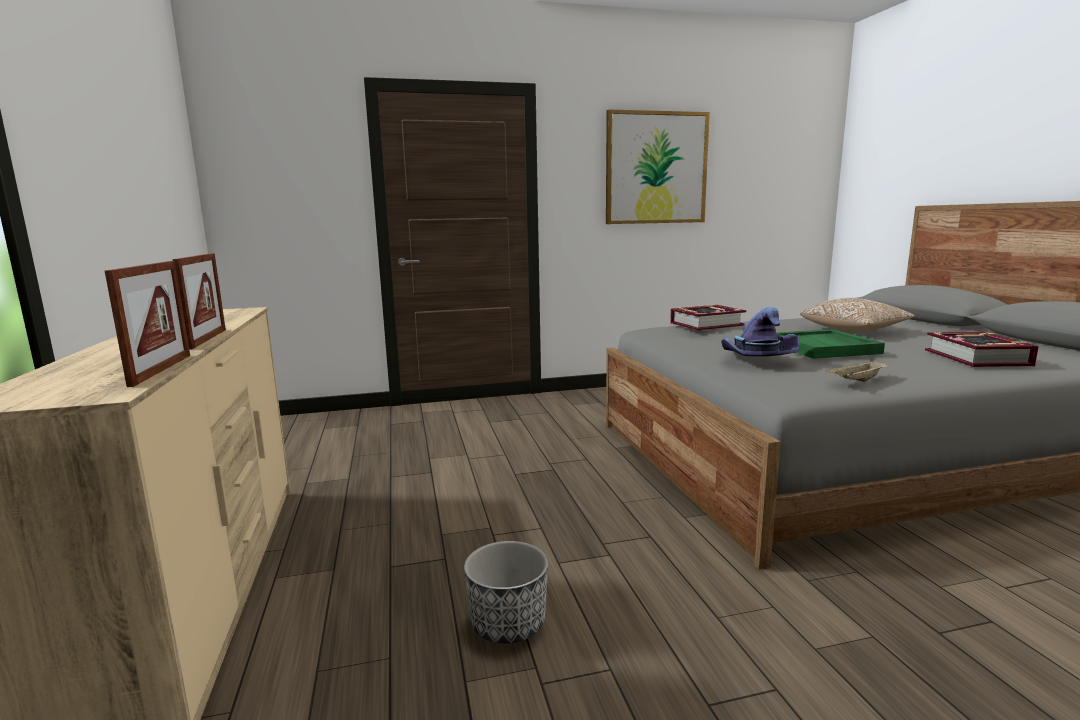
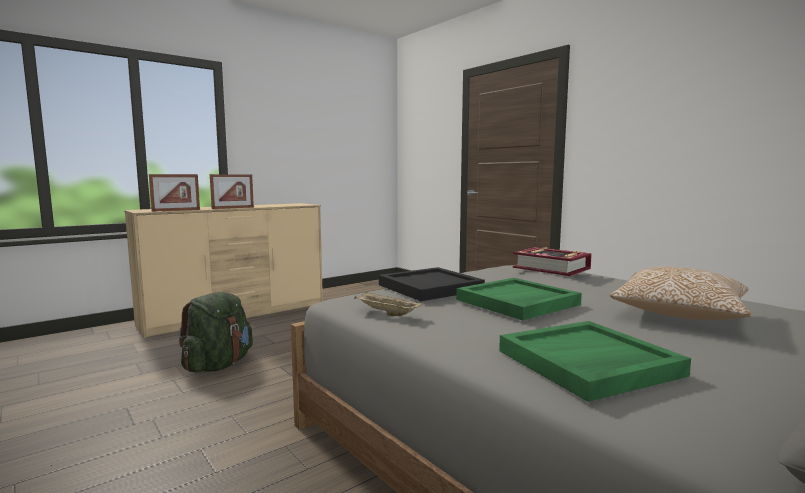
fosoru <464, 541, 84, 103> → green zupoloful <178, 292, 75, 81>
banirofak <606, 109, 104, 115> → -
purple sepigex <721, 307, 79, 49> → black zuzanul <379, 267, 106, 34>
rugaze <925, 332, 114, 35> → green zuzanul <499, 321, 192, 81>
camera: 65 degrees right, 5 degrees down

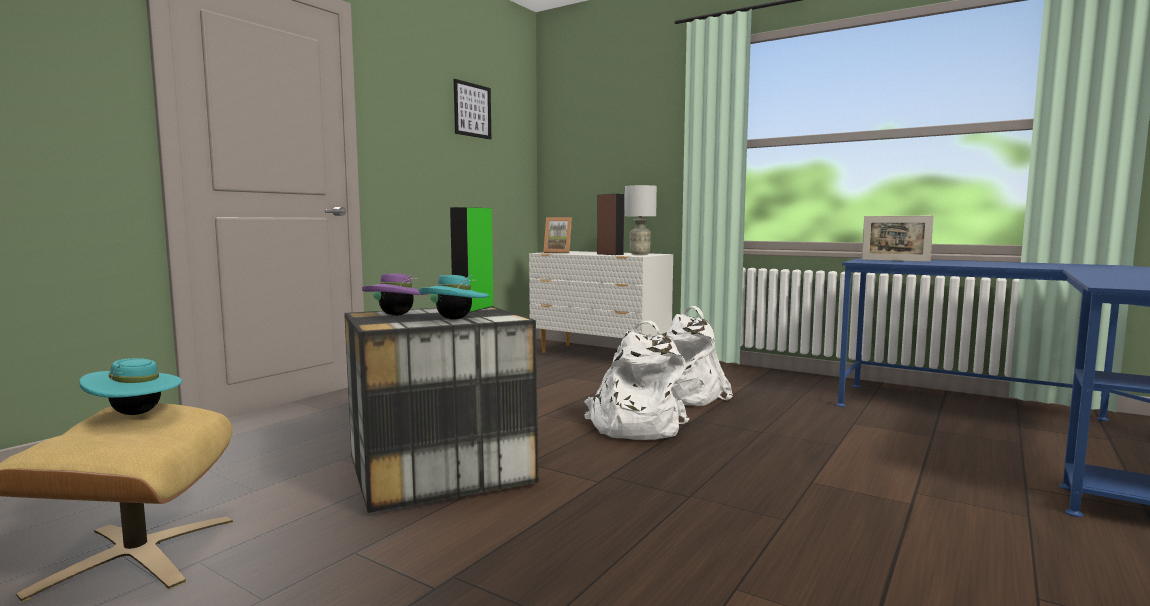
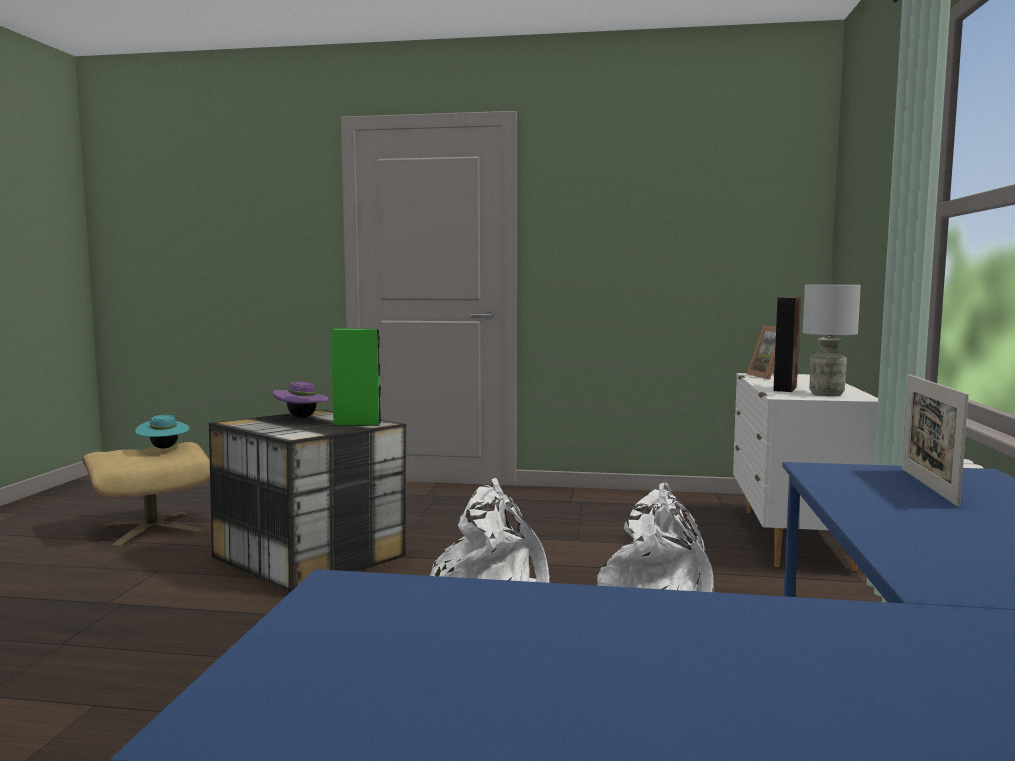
turquoise sepigex <419, 275, 70, 45> → -
banirofak <454, 79, 37, 60> → -
camera: 65 degrees right, 0 degrees up

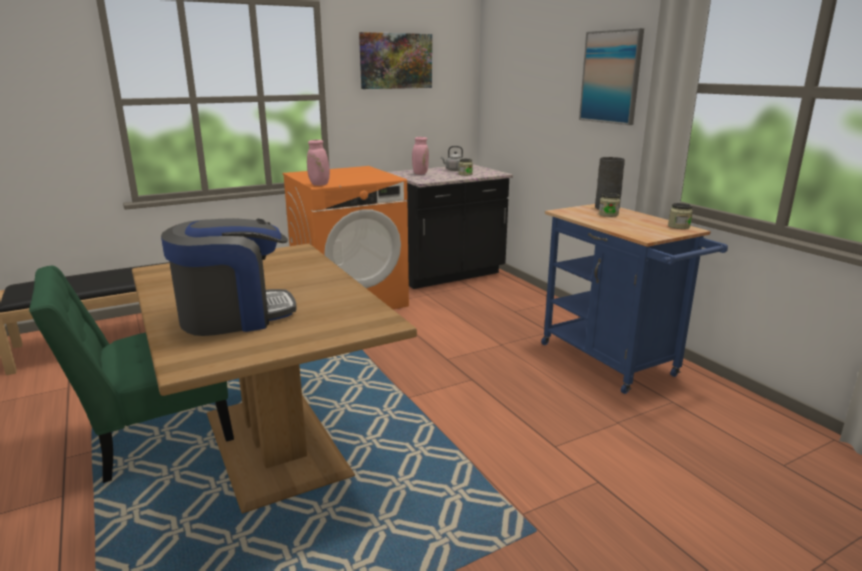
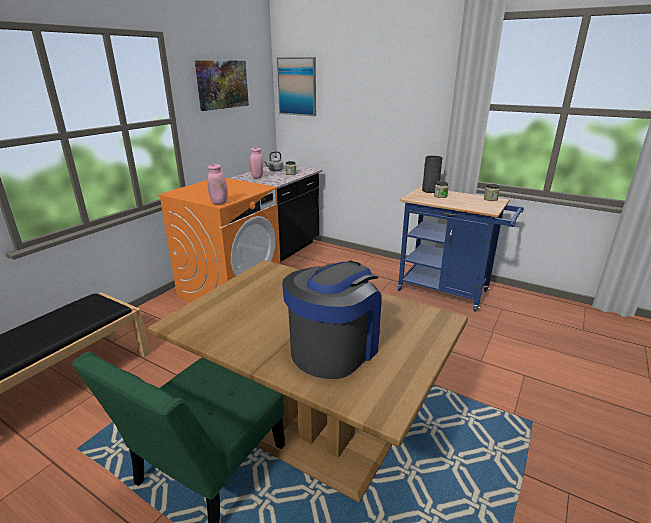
banirofak <579, 28, 65, 97> → banirofak <277, 57, 39, 59>, shifted
camera: 30 degrees left, 5 degrees up

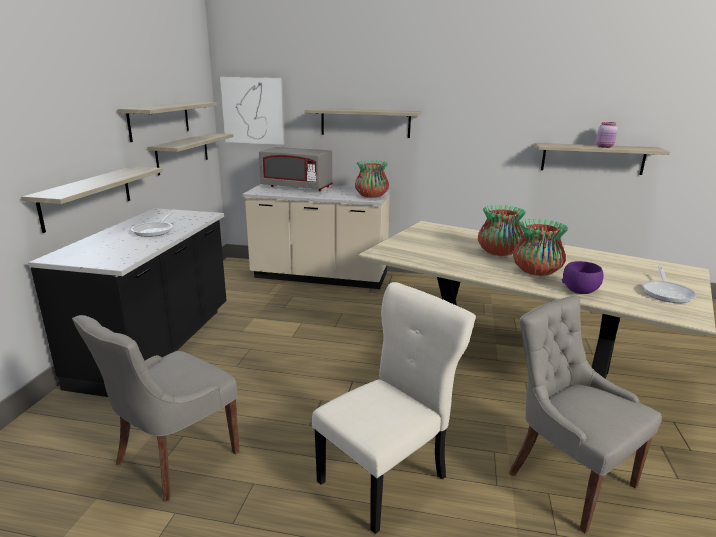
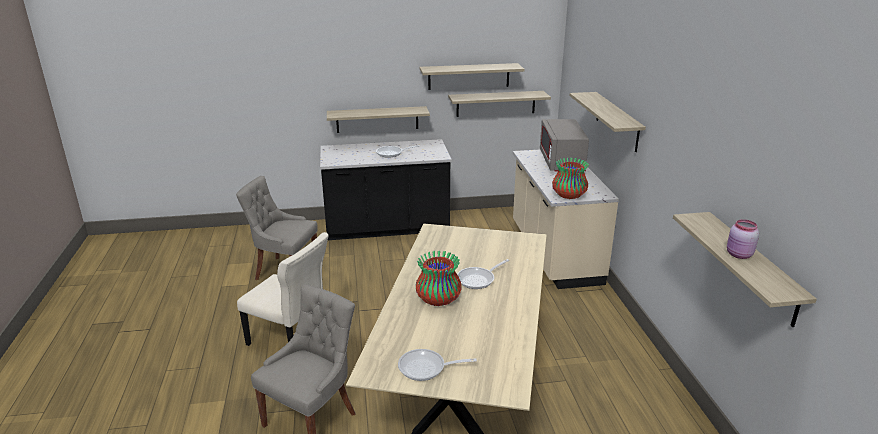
banirofak <220, 77, 65, 68> → -
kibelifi <478, 205, 47, 51> → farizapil <457, 259, 52, 30>
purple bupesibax <562, 261, 41, 33> → -
camera: 70 degrees right, 5 degrees up

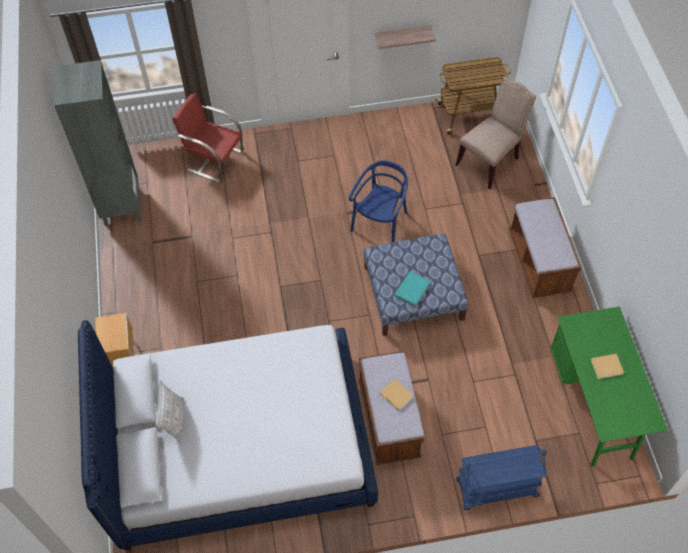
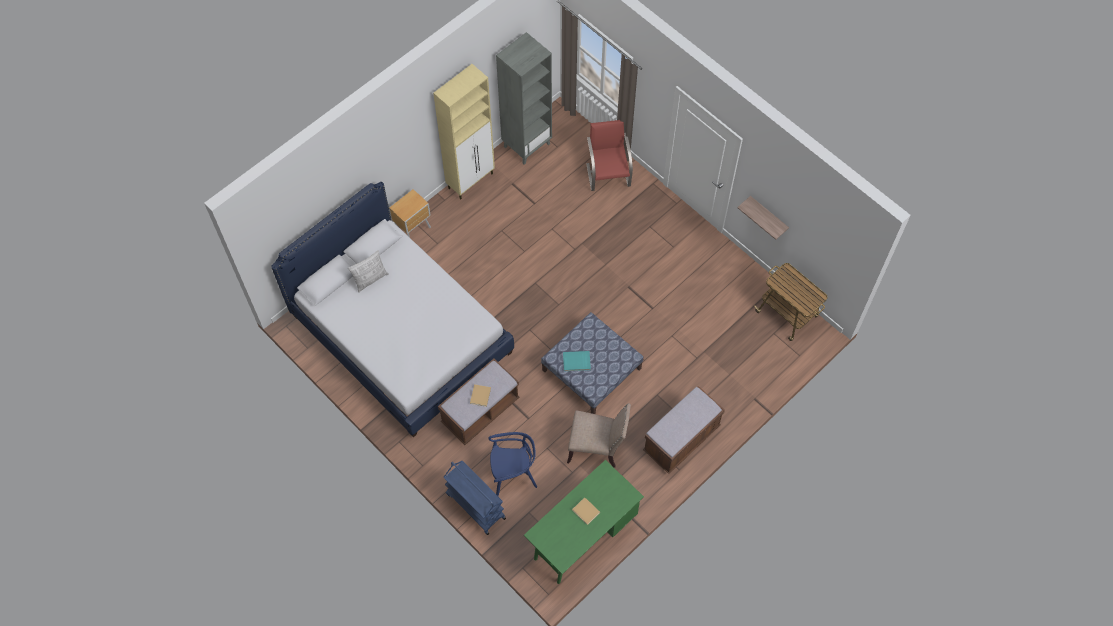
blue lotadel <349, 160, 59, 83> → blue lotadel <489, 432, 48, 64>, shifted
beige lotadel <455, 76, 81, 113> → beige lotadel <567, 403, 64, 65>, shifted
- → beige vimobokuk <433, 64, 62, 136>
camera: 55 degrees right, 5 degrees up

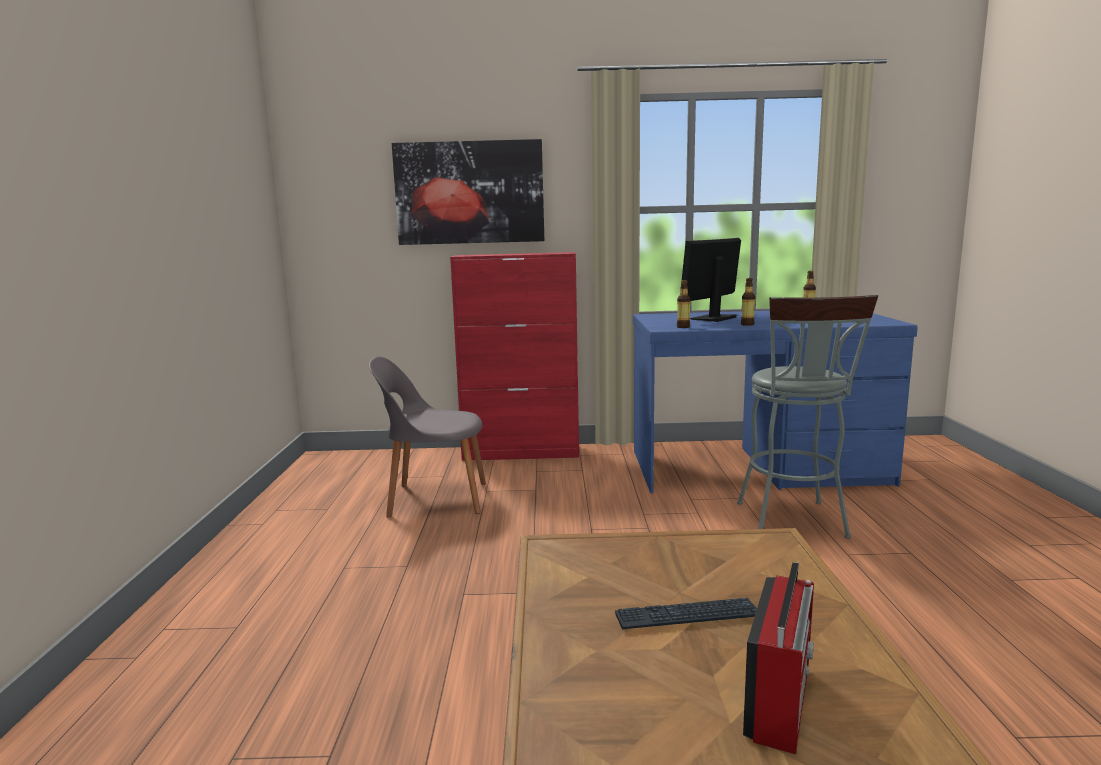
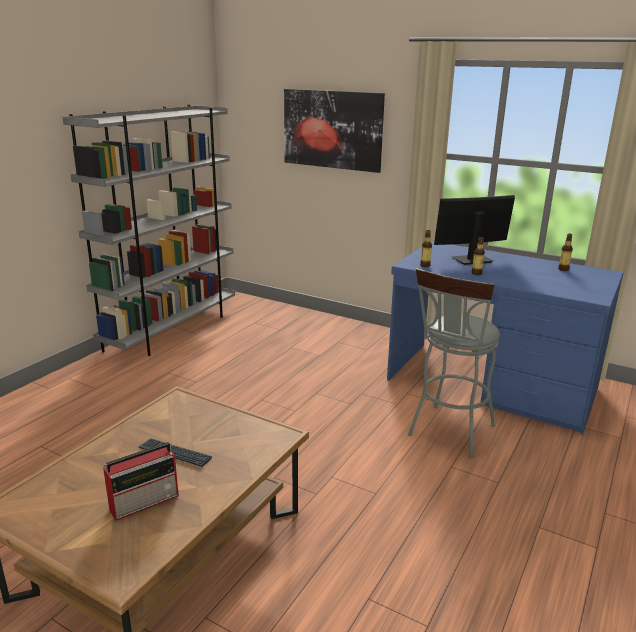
grey lotadel <369, 356, 117, 161> → -
red vimobokuk <450, 252, 129, 209> → -
- → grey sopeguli <62, 105, 173, 251>
camera: 30 degrees right, 10 degrees up

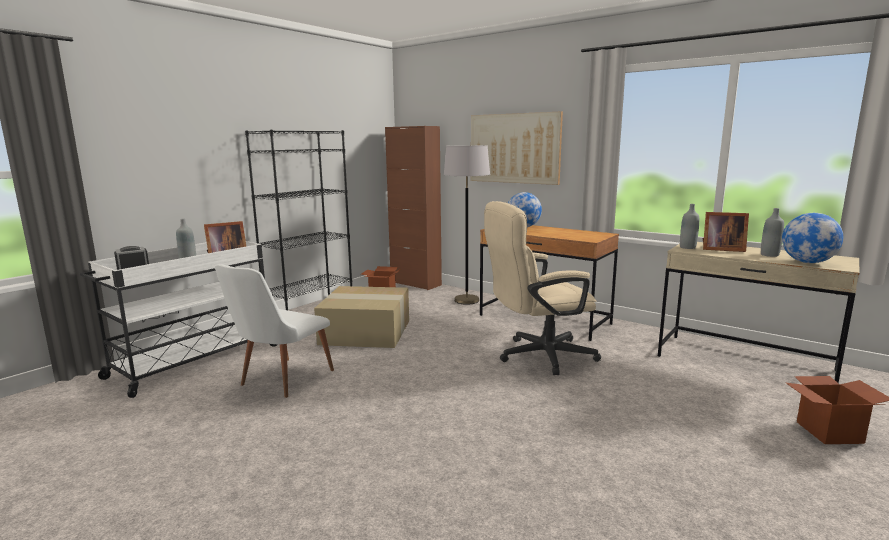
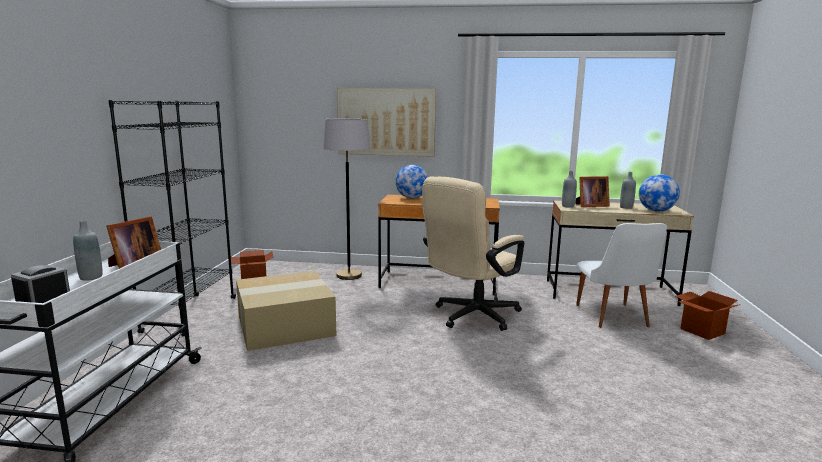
white lotadel <215, 264, 119, 134> → white lotadel <576, 223, 91, 105>, shifted
brown vimobokuk <385, 126, 57, 164> → -
camera: 30 degrees left, 0 degrees up

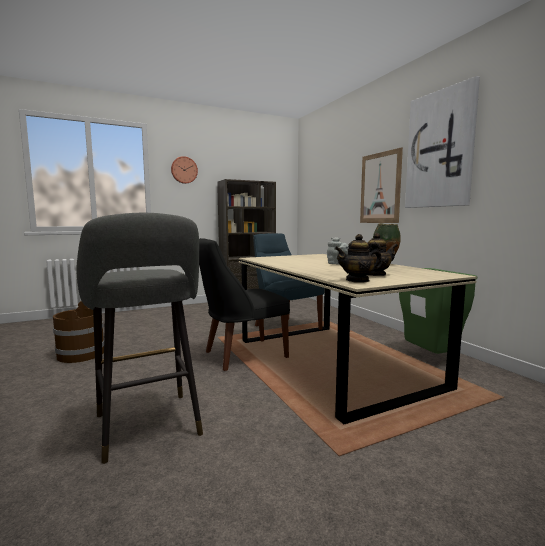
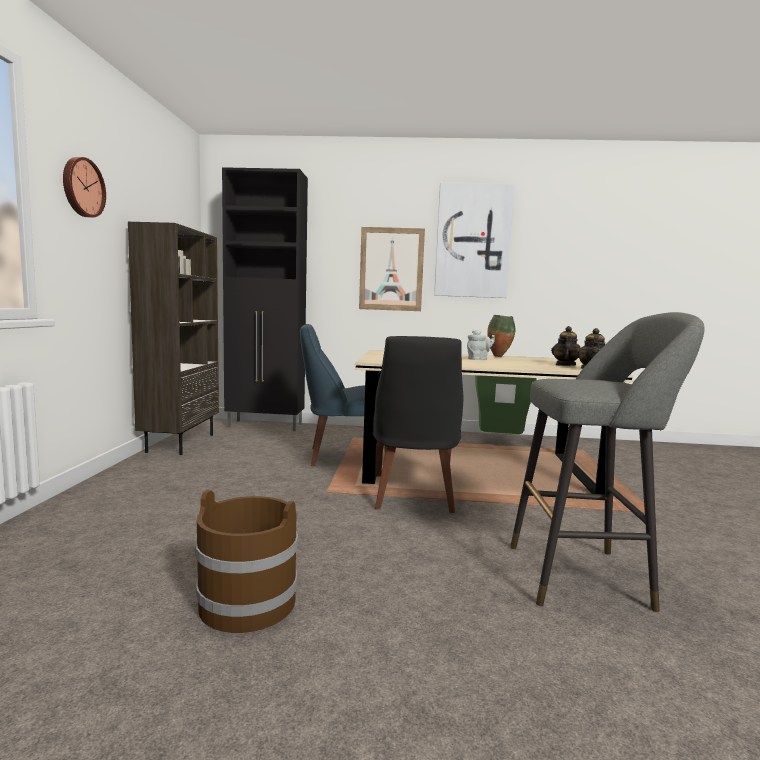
- → black vimobokuk <222, 167, 86, 264>
camera: 60 degrees left, 0 degrees up

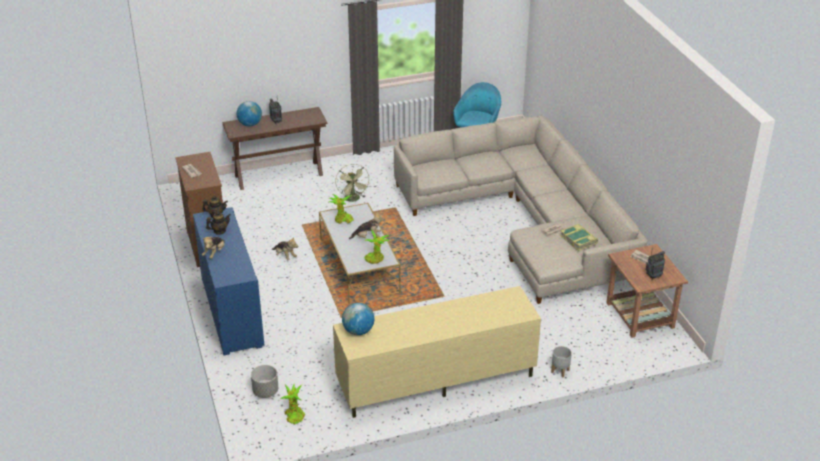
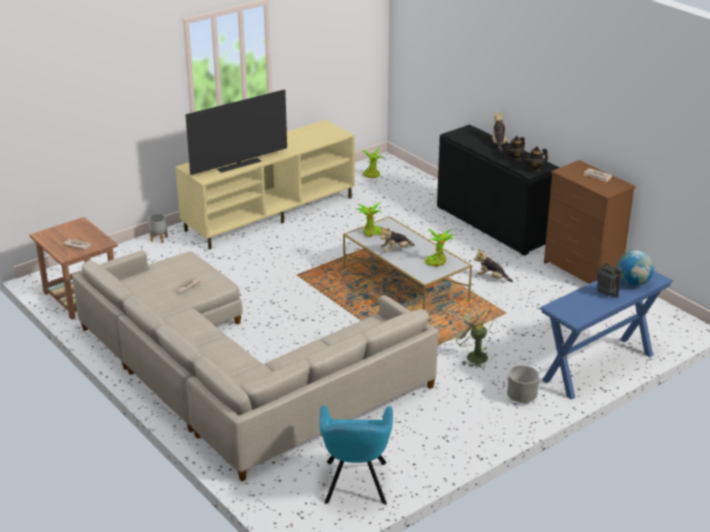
blue vimobokuk <193, 207, 71, 148> → black vimobokuk <437, 124, 122, 132>
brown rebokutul <223, 107, 105, 83> → blue rebokutul <540, 271, 133, 129>
grey fosoru <251, 365, 27, 33> → grey fosoru <507, 365, 32, 38>, shifted
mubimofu <342, 303, 32, 32> → -
rugaze <560, 224, 38, 27> → -
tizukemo <646, 247, 19, 33> → -
- → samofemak <186, 90, 101, 85>
camera: 160 degrees right, 5 degrees down

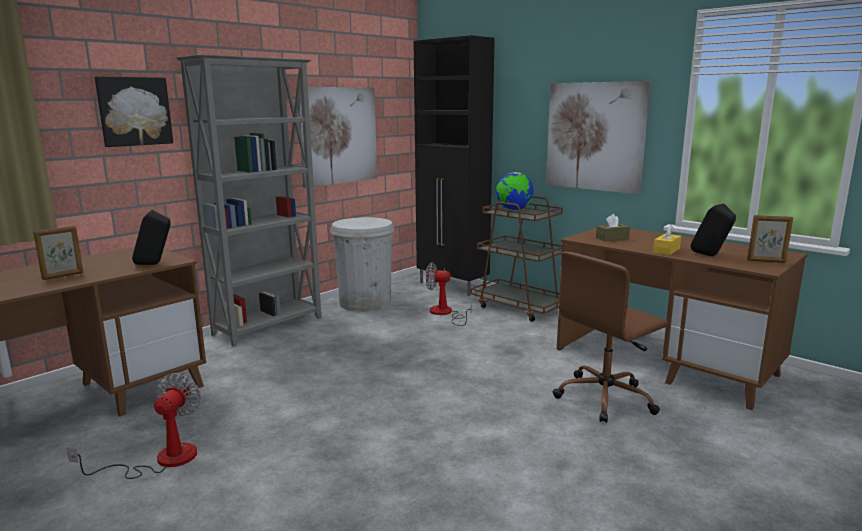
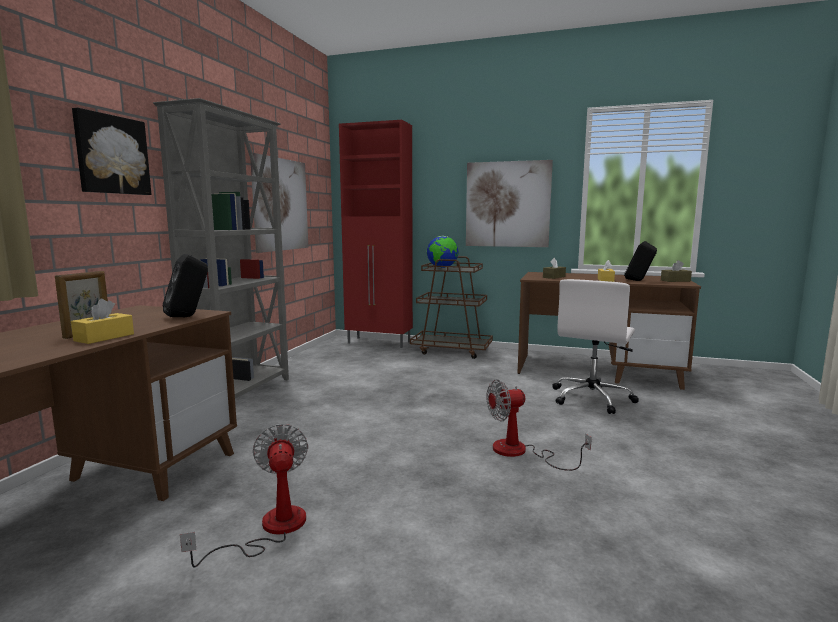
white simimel <330, 217, 65, 95> → -
black vimobokuk <414, 35, 81, 261> → red vimobokuk <339, 120, 74, 228>
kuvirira <426, 263, 46, 63> → kuvirira <486, 379, 106, 92>, shifted
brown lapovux <553, 252, 115, 171> → white lapovux <552, 279, 87, 135>
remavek <747, 215, 46, 48> → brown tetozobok <661, 260, 31, 22>
- → yellow tetozobok <71, 299, 63, 45>
camera: 25 degrees left, 5 degrees down

